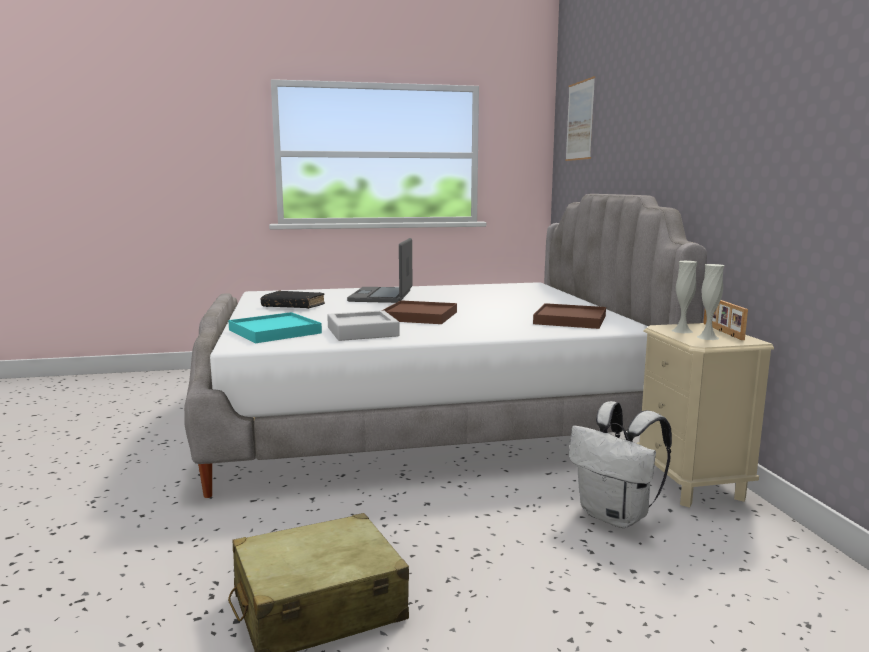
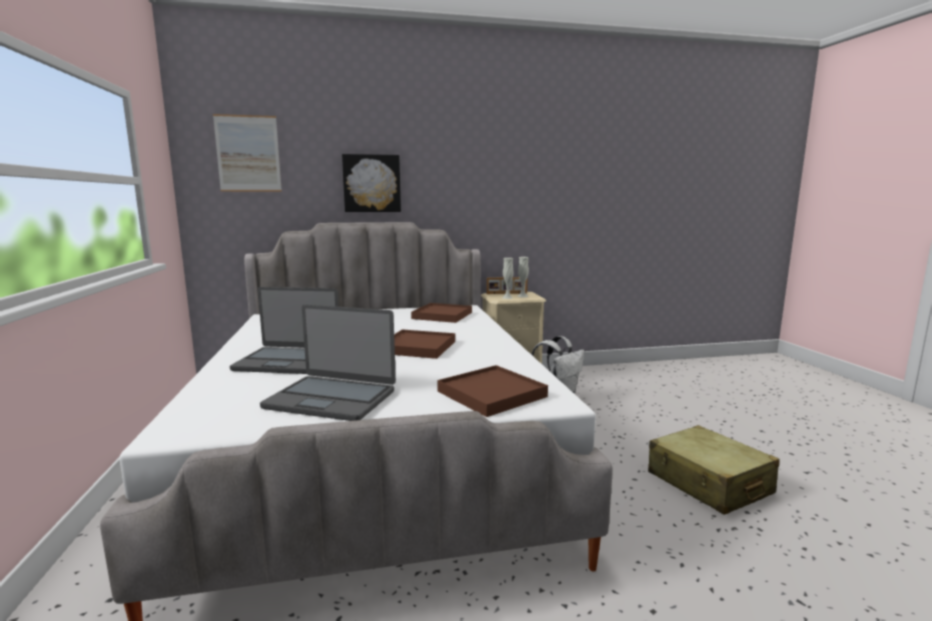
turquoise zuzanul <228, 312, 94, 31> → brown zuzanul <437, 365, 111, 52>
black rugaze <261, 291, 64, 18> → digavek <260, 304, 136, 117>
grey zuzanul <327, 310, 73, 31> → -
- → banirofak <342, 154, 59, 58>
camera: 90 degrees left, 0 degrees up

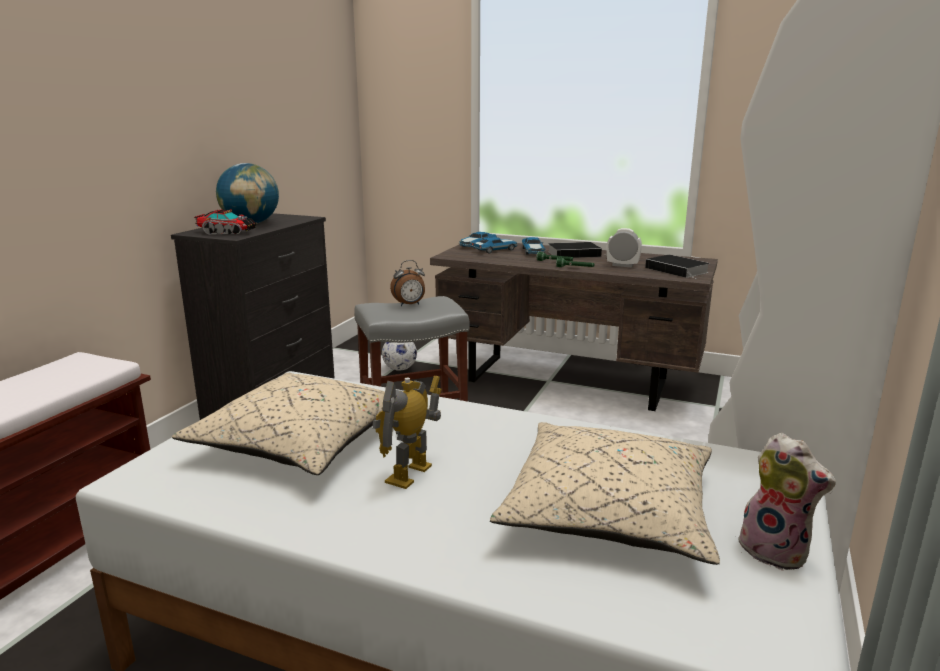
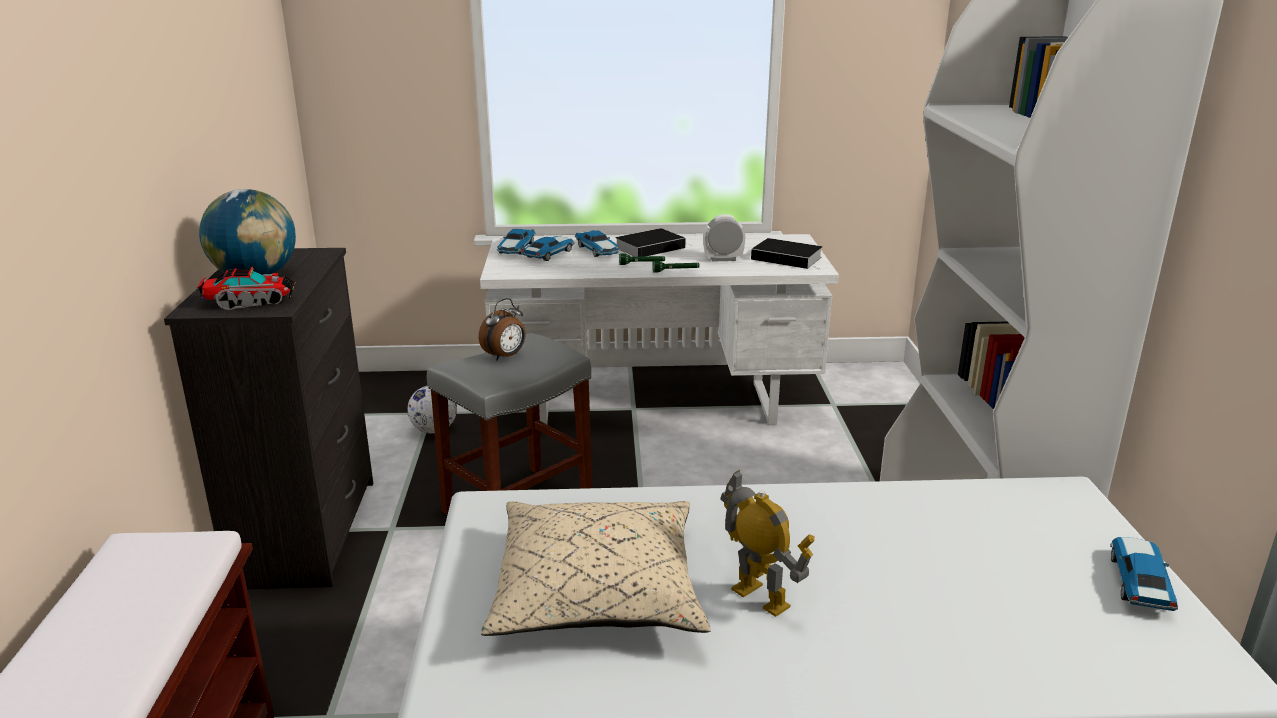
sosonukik <372, 376, 70, 113> → sosonukik <720, 470, 95, 147>, 135 degrees clockwise
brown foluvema <430, 243, 288, 168> → white foluvema <480, 234, 359, 191>
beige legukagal <490, 422, 230, 143> → -
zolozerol <738, 433, 98, 138> → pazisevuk <1110, 537, 68, 74>
camera: 25 degrees left, 5 degrees up

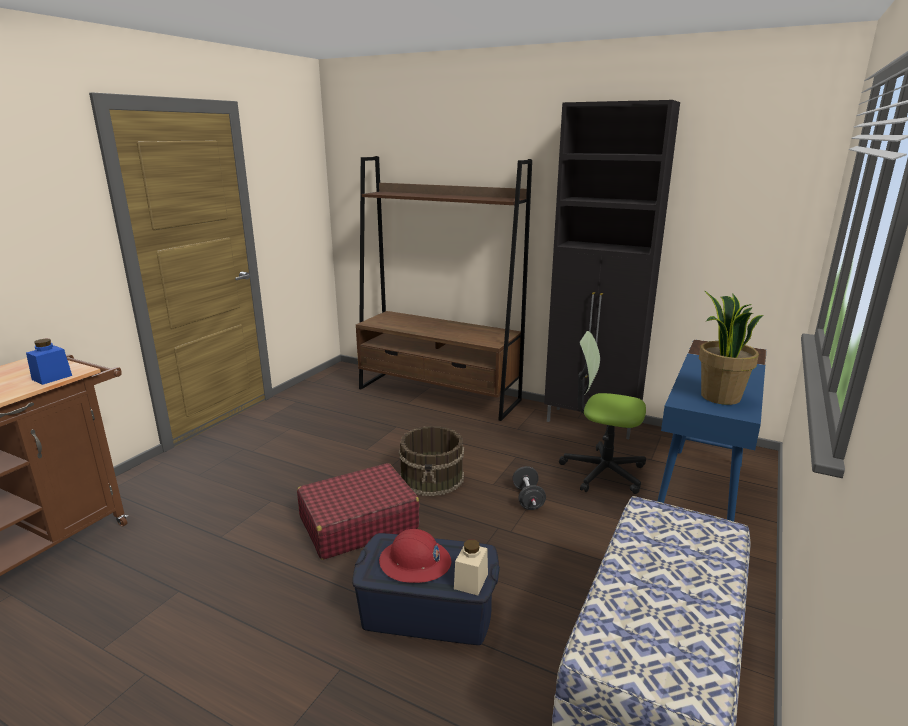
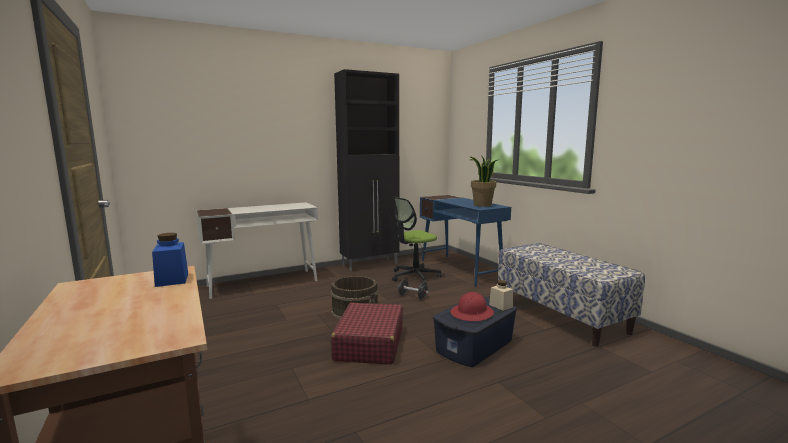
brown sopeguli <356, 156, 176, 265> → white foluvema <196, 202, 122, 97>
camera: 55 degrees left, 10 degrees down

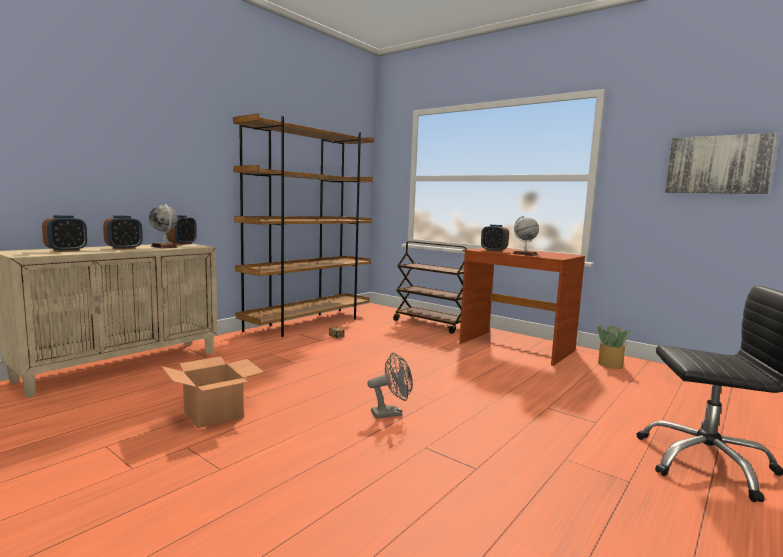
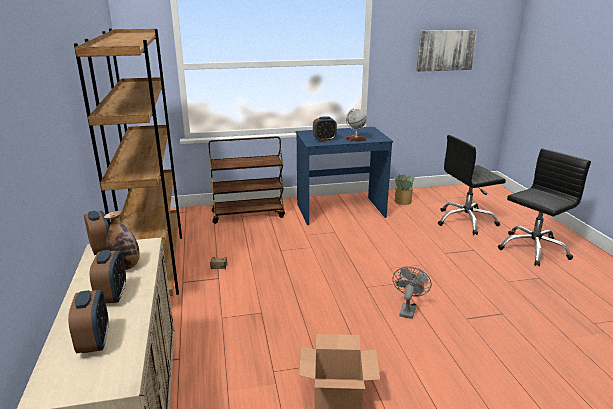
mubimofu <149, 204, 29, 45> → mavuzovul <104, 211, 36, 59>
brown foluvema <459, 248, 126, 118> → blue foluvema <295, 127, 98, 98>
- → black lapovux <438, 135, 68, 100>
camera: 50 degrees left, 15 degrees up

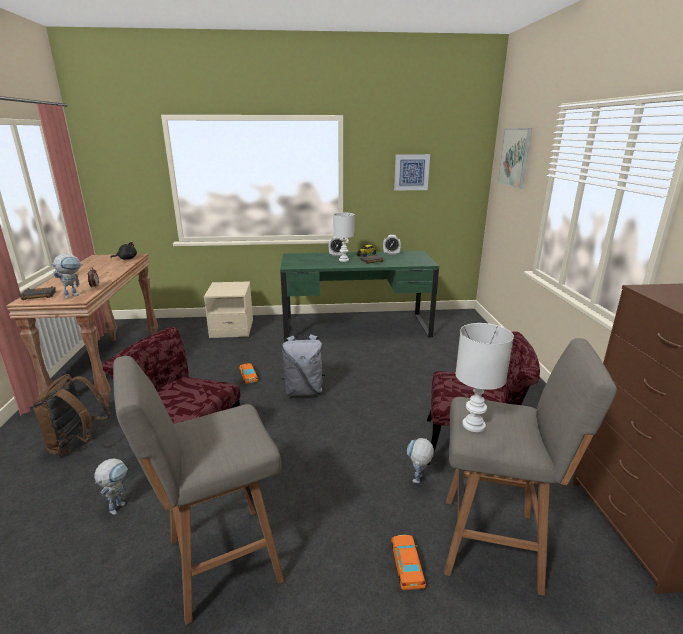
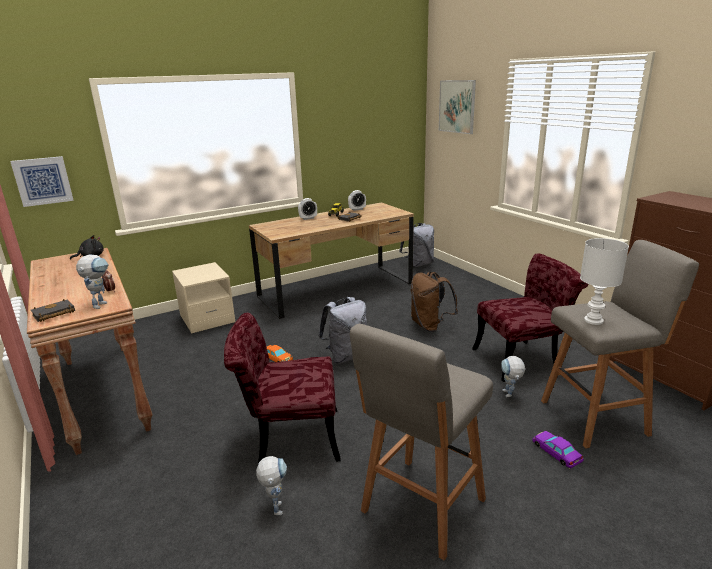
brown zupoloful <33, 374, 78, 82> → brown zupoloful <411, 272, 47, 60>, shifted
green foluvema <280, 251, 159, 91> → brown foluvema <249, 202, 165, 117>
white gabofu <333, 213, 22, 49> → -
orange pazisevuk <391, 535, 35, 55> → purple pazisevuk <533, 431, 51, 37>
banirofak <394, 154, 36, 36> → banirofak <10, 156, 64, 51>, shifted
- → grey zupoloful <399, 223, 35, 44>
camera: 25 degrees left, 0 degrees up

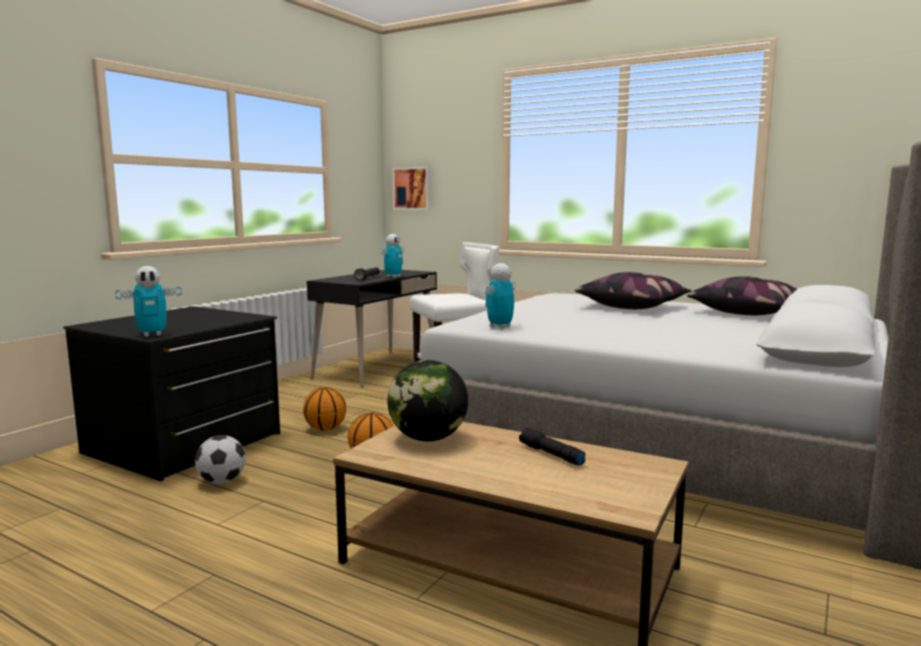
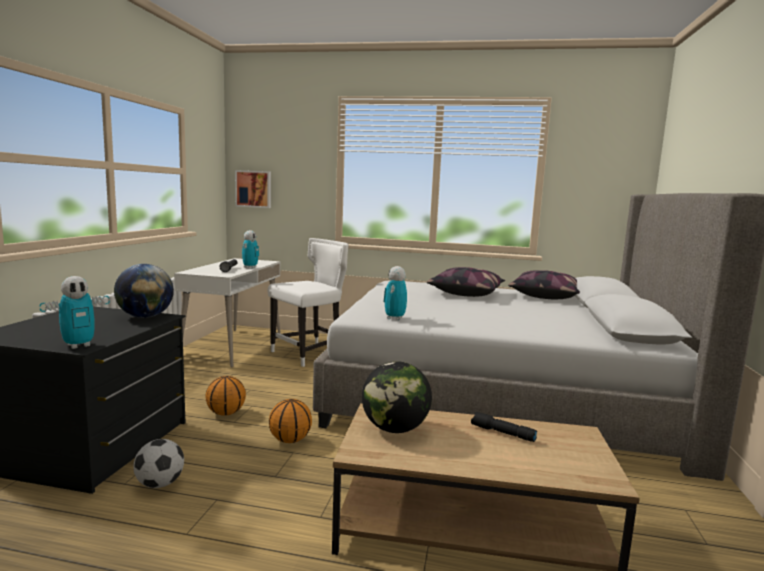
black foluvema <307, 270, 130, 118> → white foluvema <174, 258, 107, 110>
- → mubimofu <114, 264, 60, 54>
camera: 20 degrees left, 0 degrees up

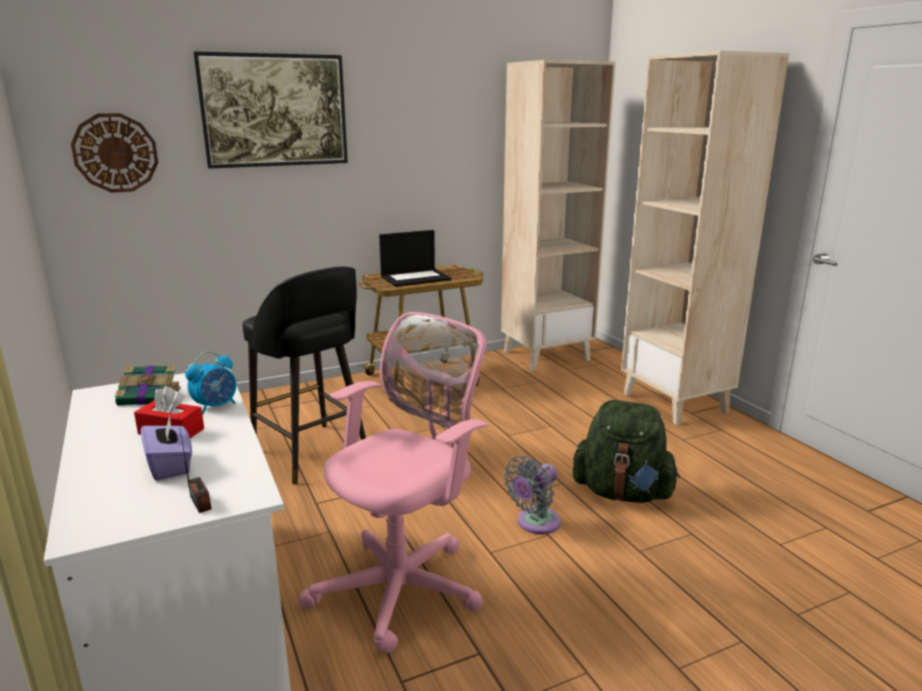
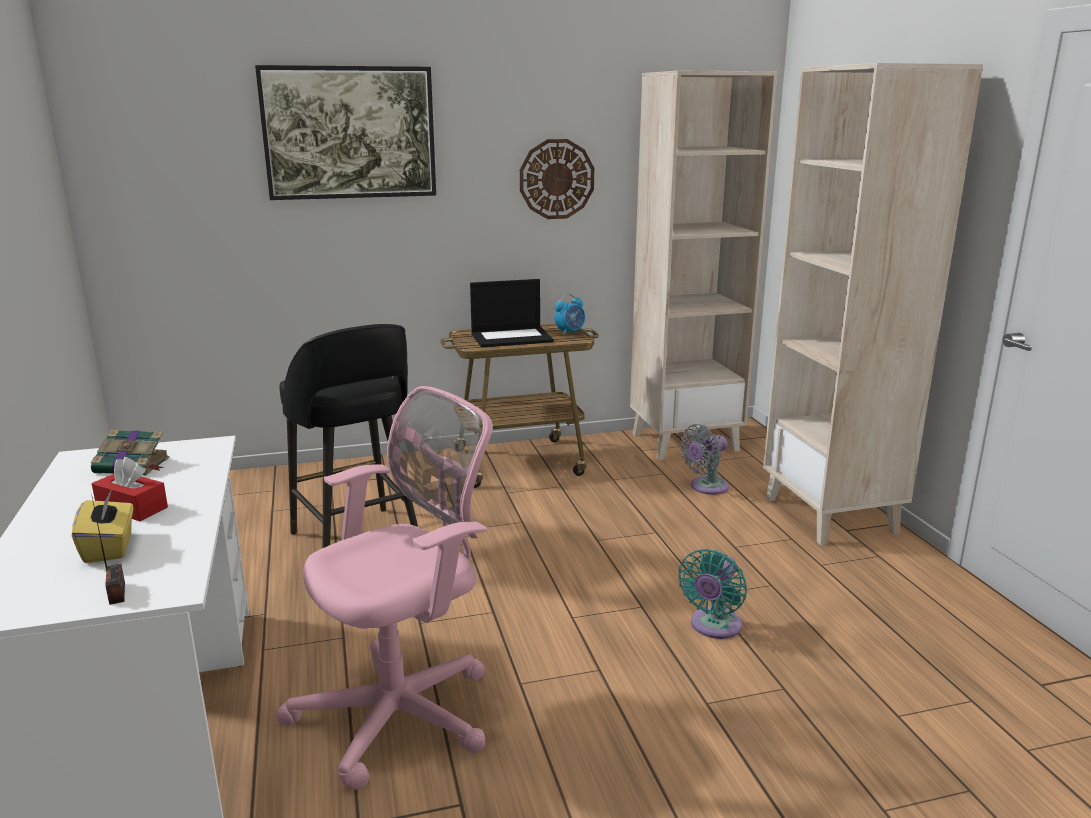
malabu <71, 113, 87, 80> → malabu <520, 139, 74, 80>, shifted
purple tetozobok <141, 415, 51, 66> → yellow tetozobok <72, 489, 61, 74>
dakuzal <185, 352, 51, 63> → dakuzal <554, 294, 31, 42>, shifted
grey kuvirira <504, 456, 57, 78> → grey kuvirira <680, 424, 49, 71>, shifted
green zupoloful <573, 400, 107, 103> → turquoise kuvirira <678, 549, 69, 90>
camera: 10 degrees right, 0 degrees up

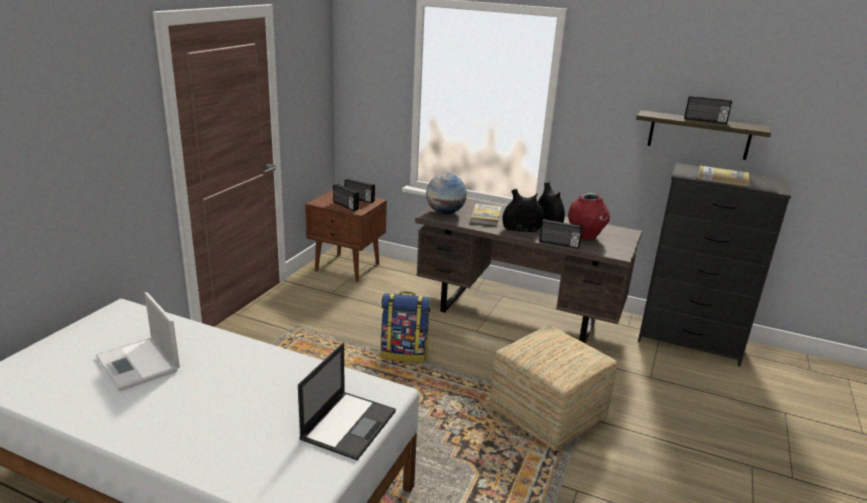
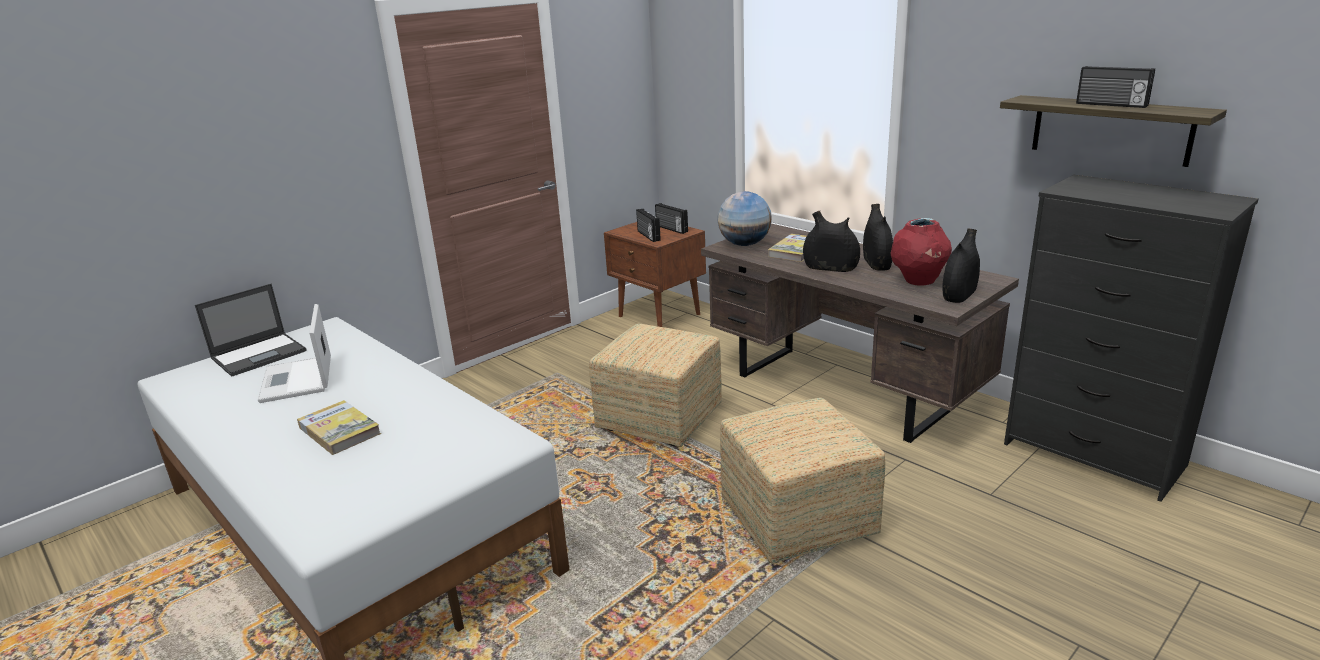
digavek <298, 343, 98, 117> → digavek <195, 284, 111, 93>, shifted
zupoloful <381, 291, 49, 72> → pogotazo <589, 324, 133, 123>
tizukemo <539, 219, 44, 30> → -
rugaze <698, 166, 52, 21> → rugaze <297, 400, 84, 55>, shifted
- → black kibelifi <942, 229, 38, 74>
camera: 25 degrees right, 0 degrees up

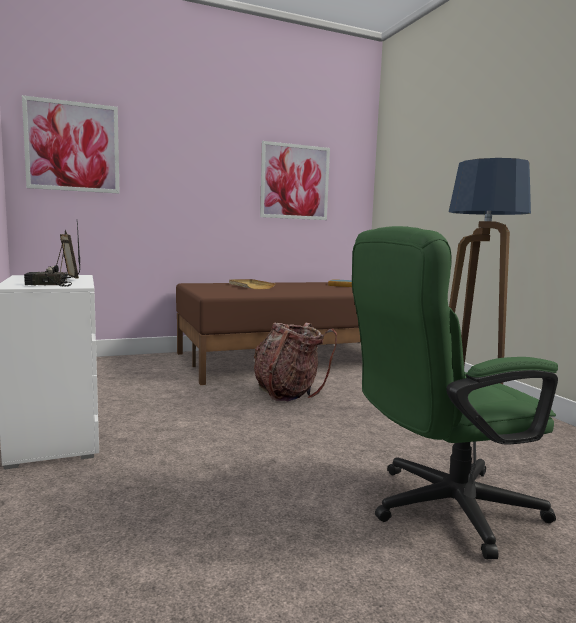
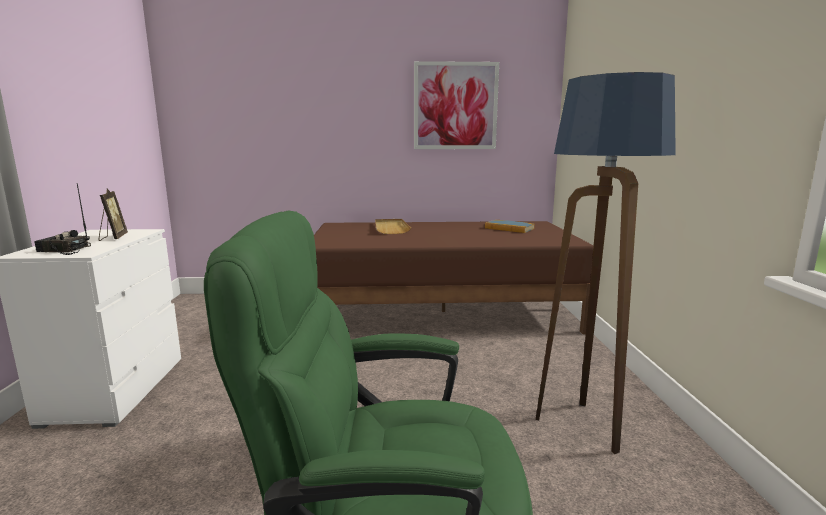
banirofak <22, 95, 98, 98> → -
zupoloful <254, 322, 83, 79> → -
camera: 20 degrees right, 5 degrees up

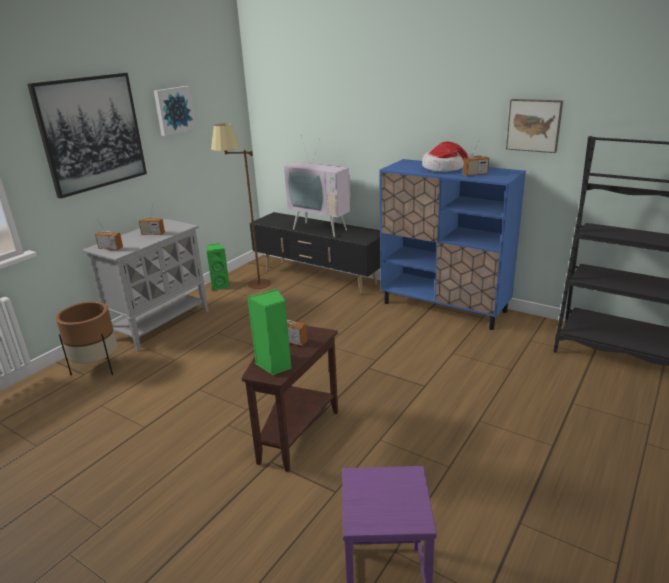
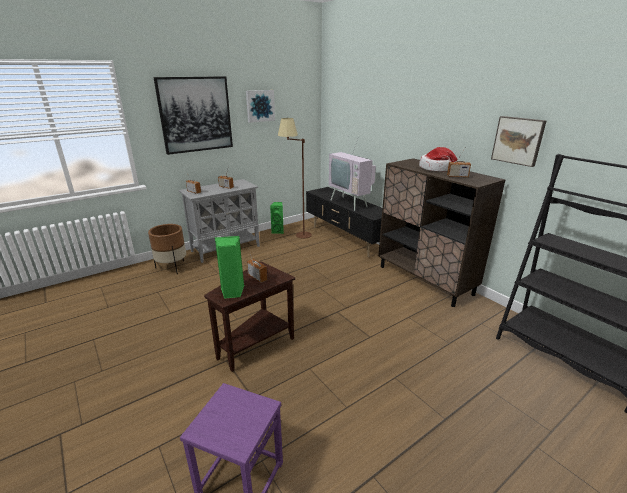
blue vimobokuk <379, 159, 147, 171> → brown vimobokuk <378, 158, 128, 149>
camera: 20 degrees right, 0 degrees up

